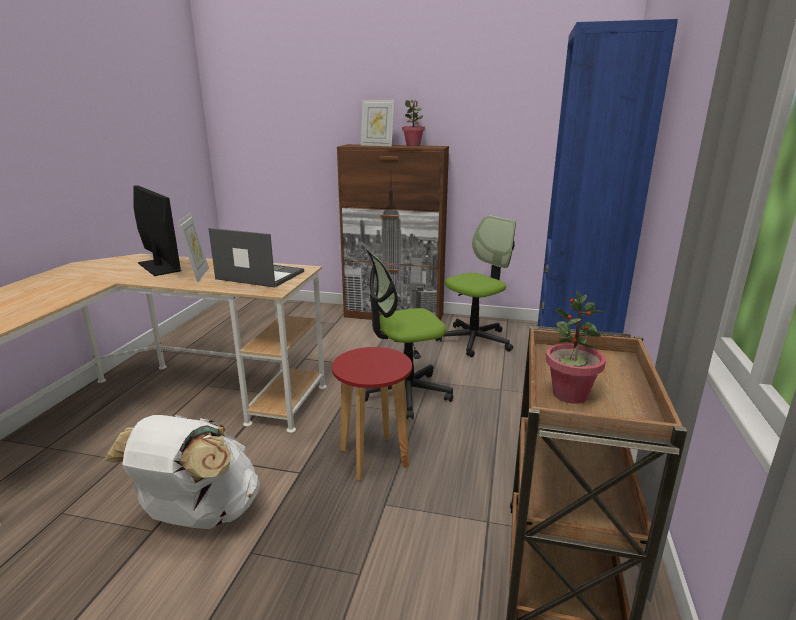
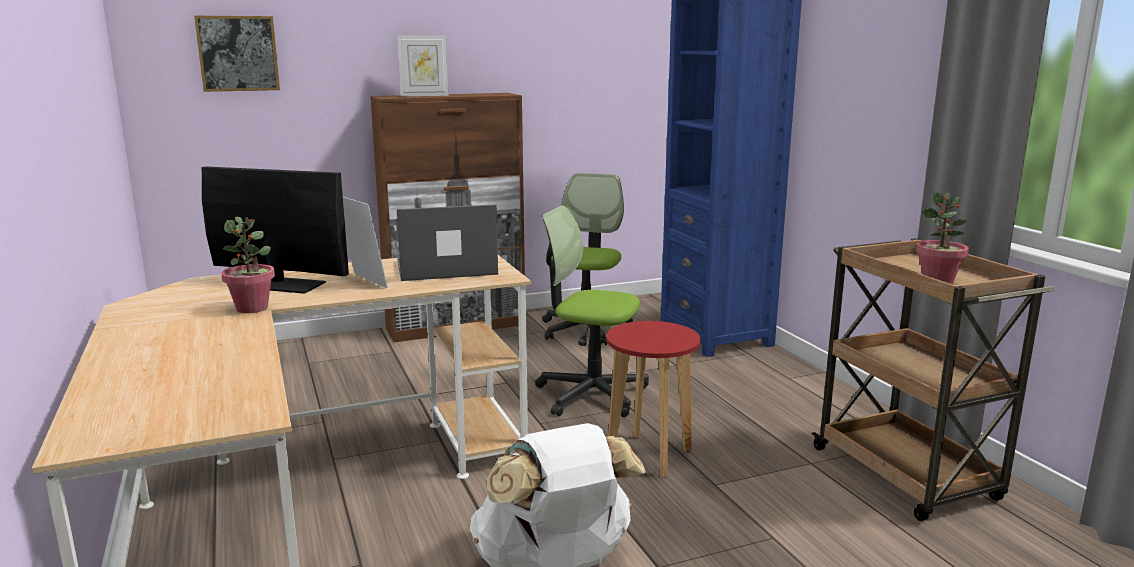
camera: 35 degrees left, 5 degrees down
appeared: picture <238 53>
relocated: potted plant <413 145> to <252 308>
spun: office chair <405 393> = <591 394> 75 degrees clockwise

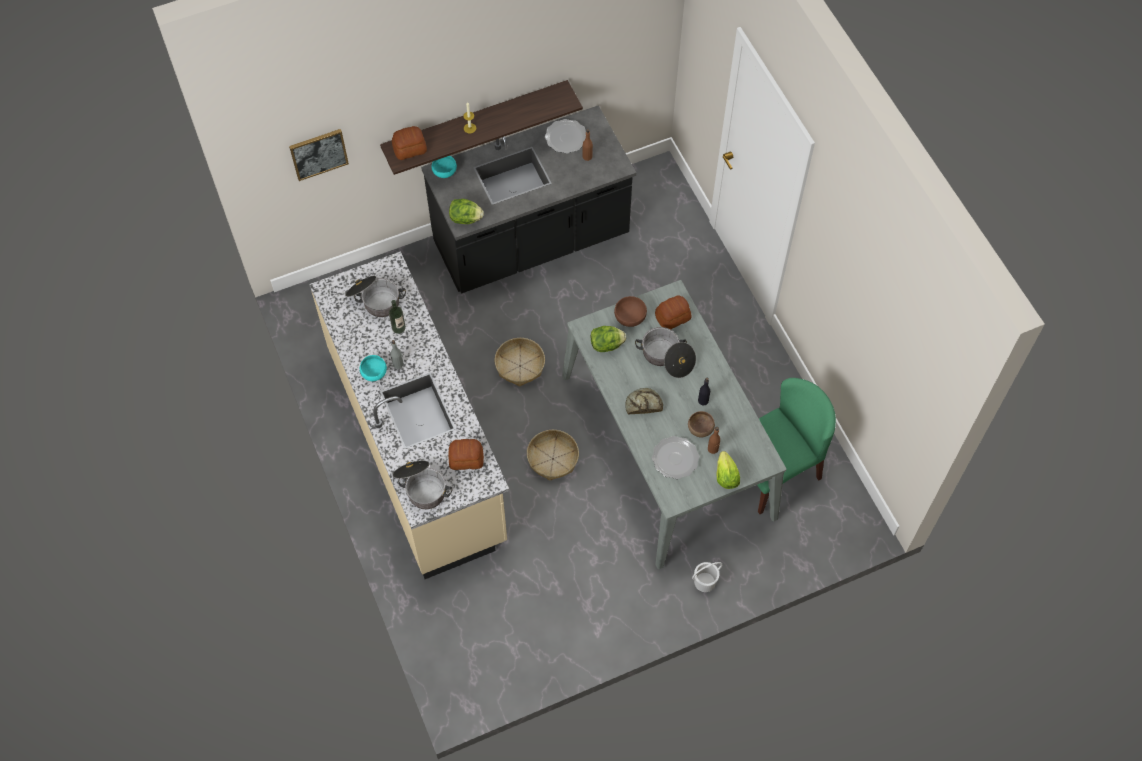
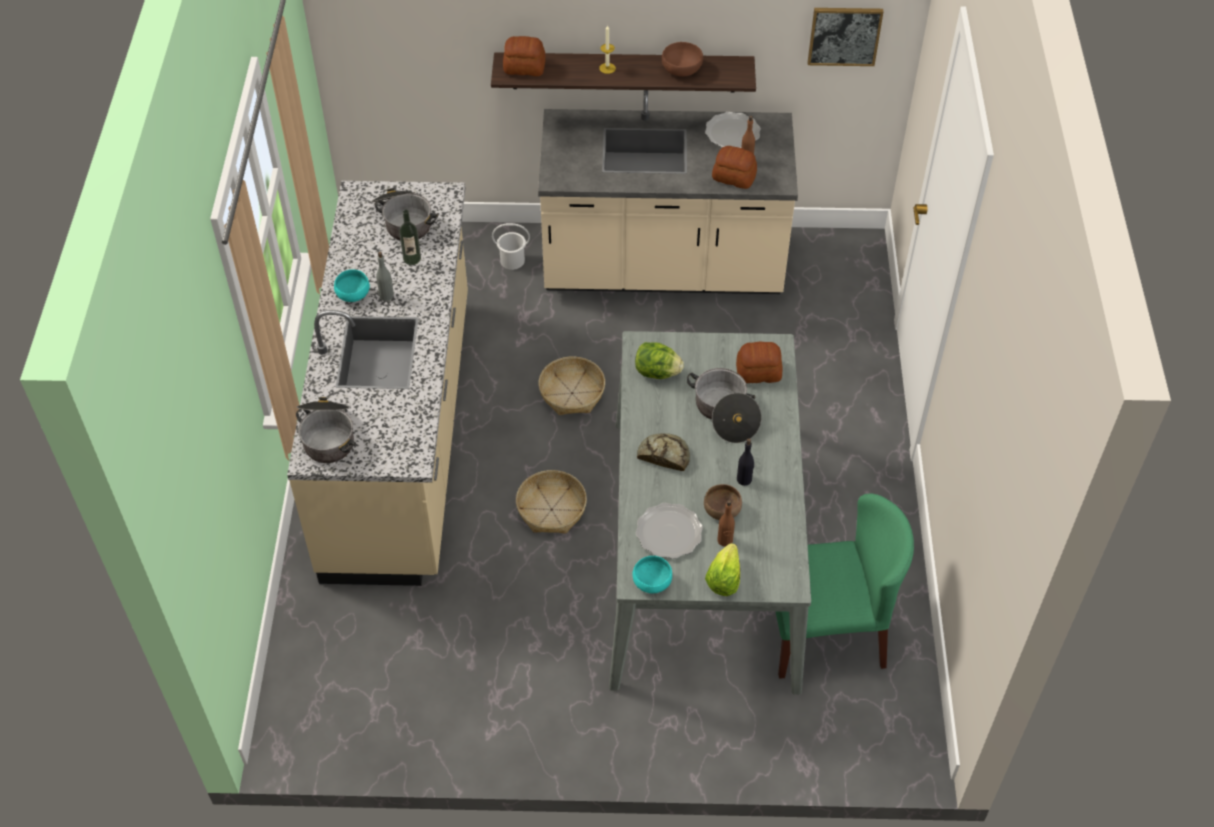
camera: 25 degrees right, 10 degrees down
missing: lettuce <465 218>
relocated: picture <318 153> to <844 35>; turquoise bowl <444 172> to <651 583>; bread <466 458> to <733 176>; brown bowl <630 316> to <682 69>; white bucket <705 582> to <512 261>
colour: black counter <531 241> to beige counter <663 267>

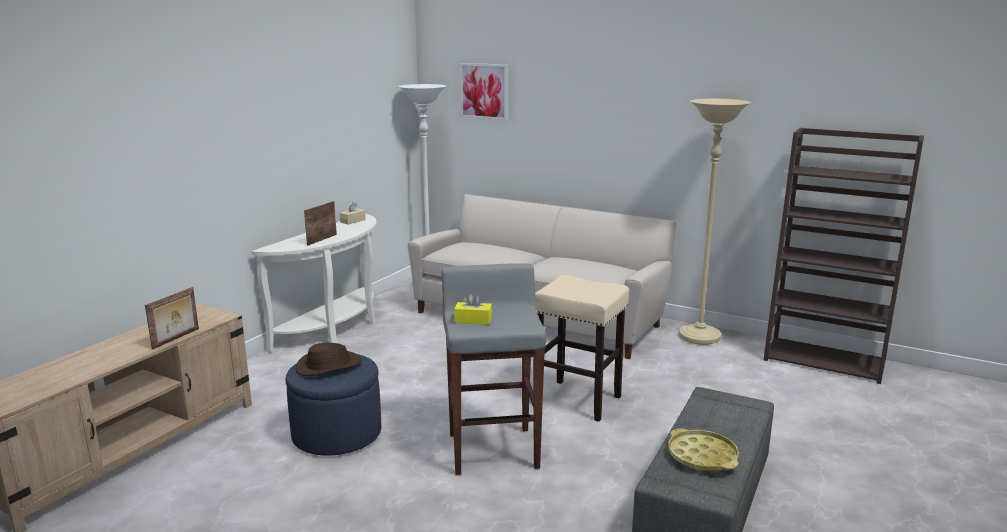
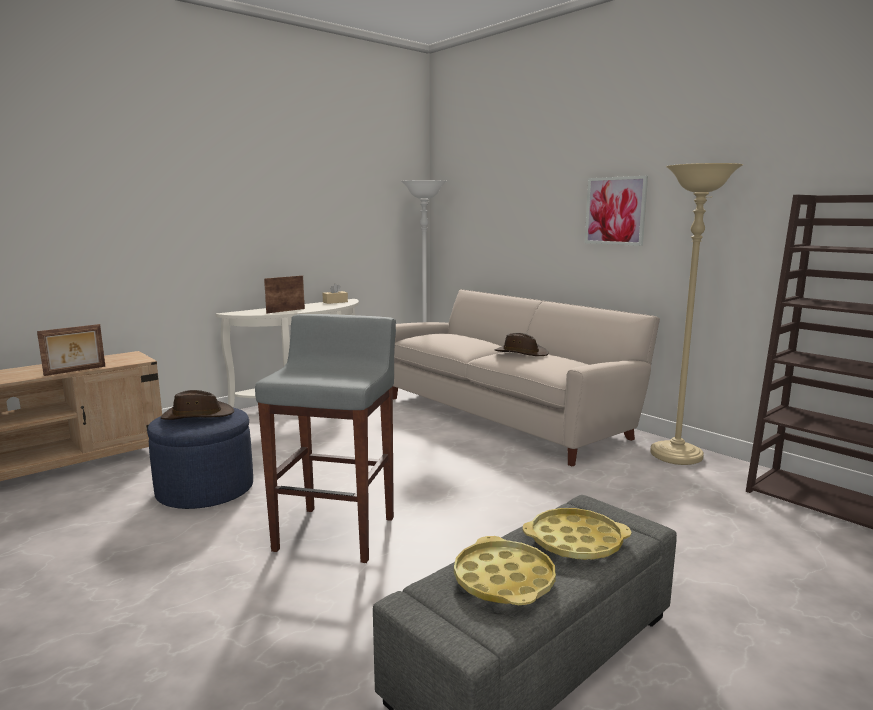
camera: 20 degrees right, 5 degrees down
missing: yellow tissue box <473 320>; beige stool <578 400>
appeared: brown hat <521 353>; yellow tray <575 541>
relocated: picture <484 91> to <615 211>

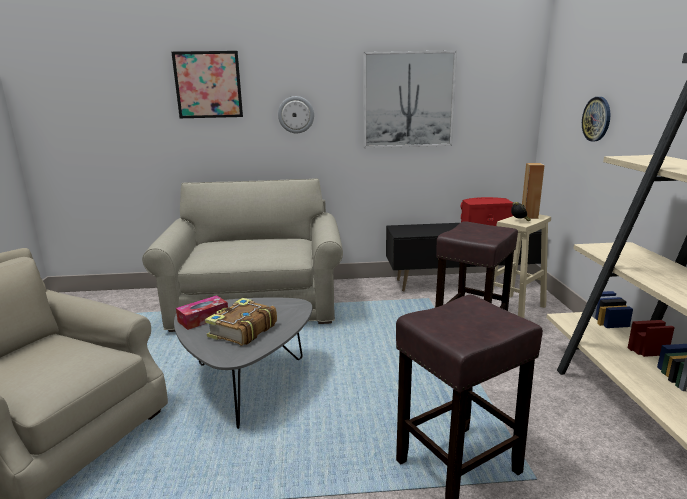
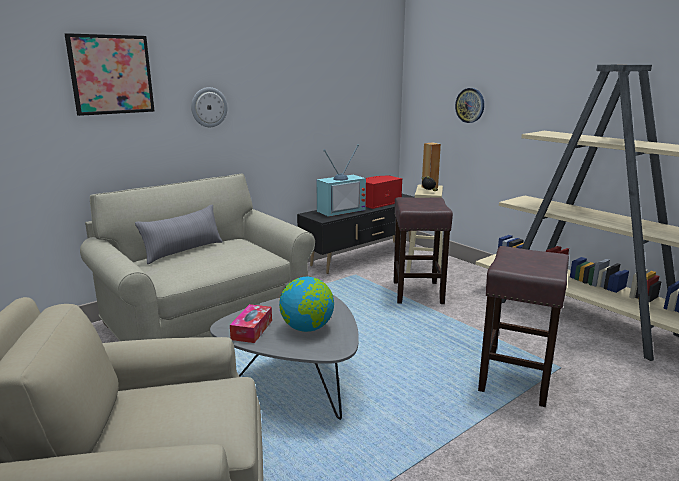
camera: 35 degrees left, 0 degrees up
missing: picture <408 100>
appeared: grey pillow <183 251>; television <340 210>
exchanged: book <242 330> to globe <307 328>

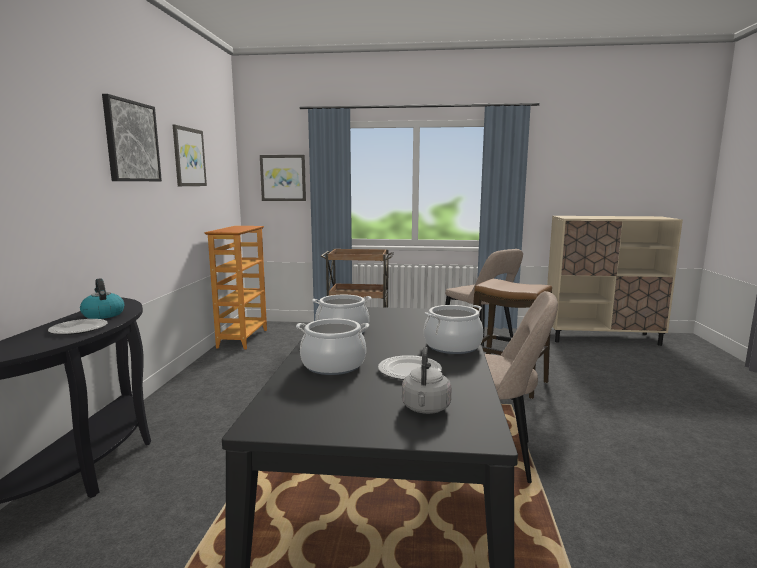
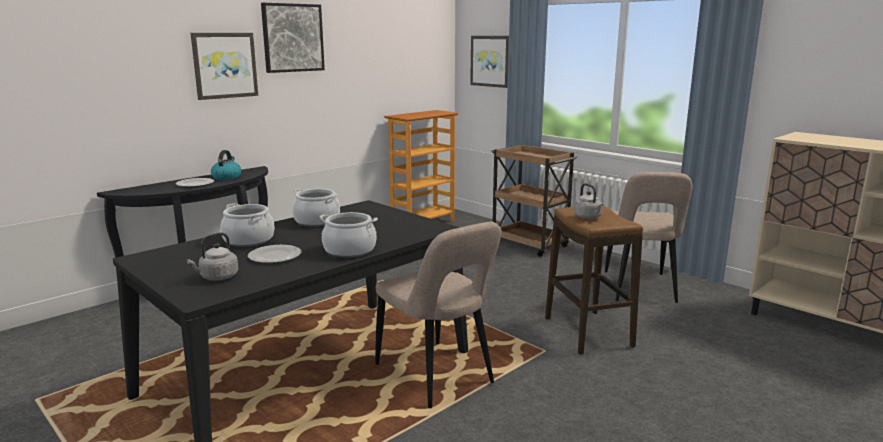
camera: 40 degrees right, 5 degrees up
appeared: grey kettle <588 217>
relocated: picture <188 157> to <225 65>

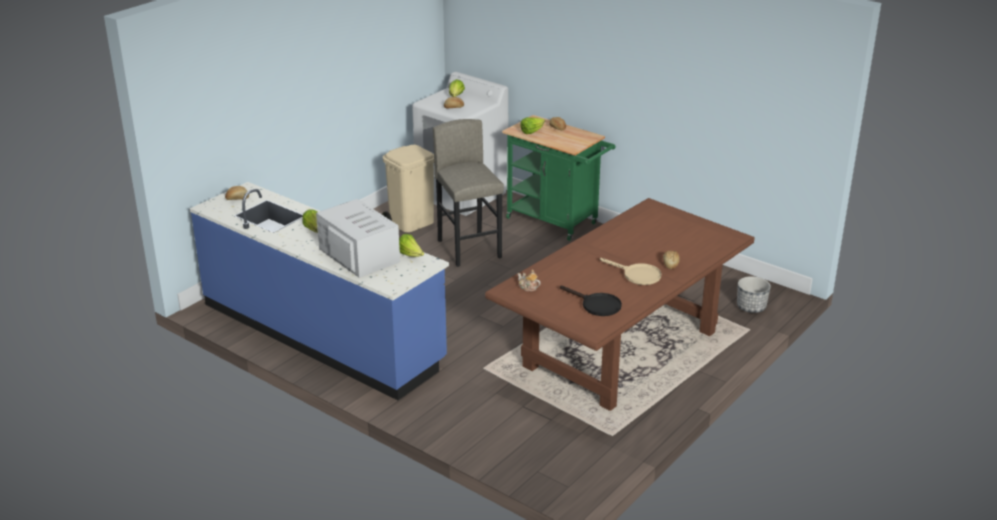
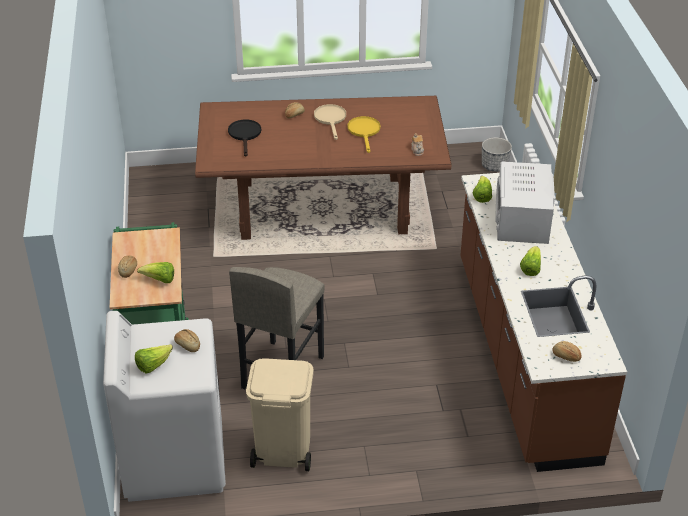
camera: 135 degrees left, 10 degrees up
appeared: yellow frying pan <364 132>
relocated: black frying pan <596 305> to <245 135>; planter <751 307> to <495 166>
colour: blue counter <322 333> to brown counter <523 357>

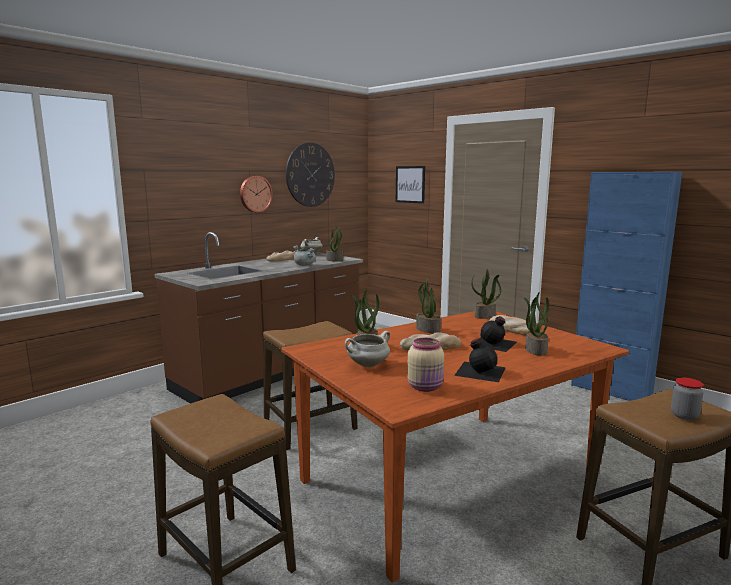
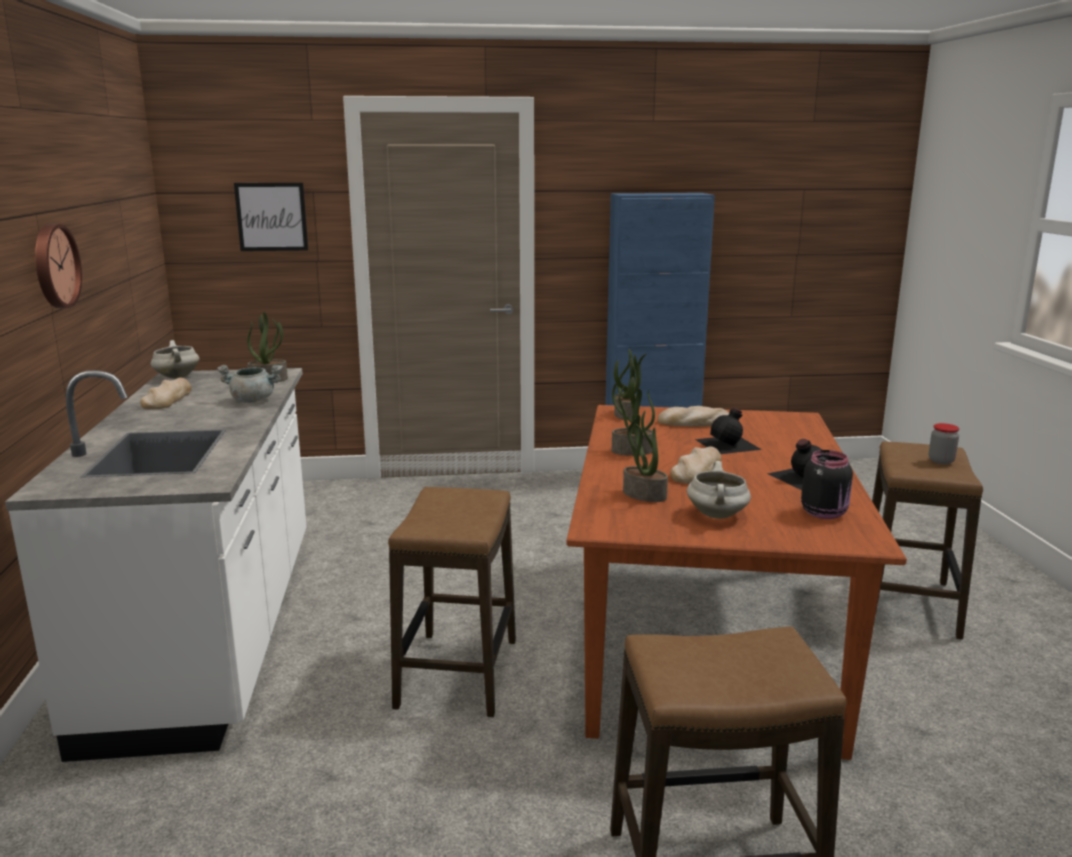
camera: 50 degrees left, 5 degrees up
missing: wall clock <310 175>; potted plant <535 350>
colour: brown counter <271 373> to white counter <214 632>; beige jar <426 387> to black jar <824 513>

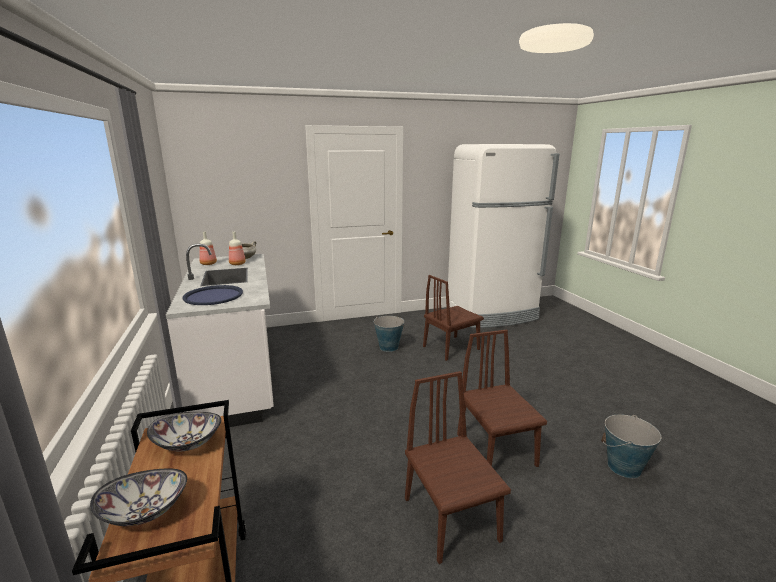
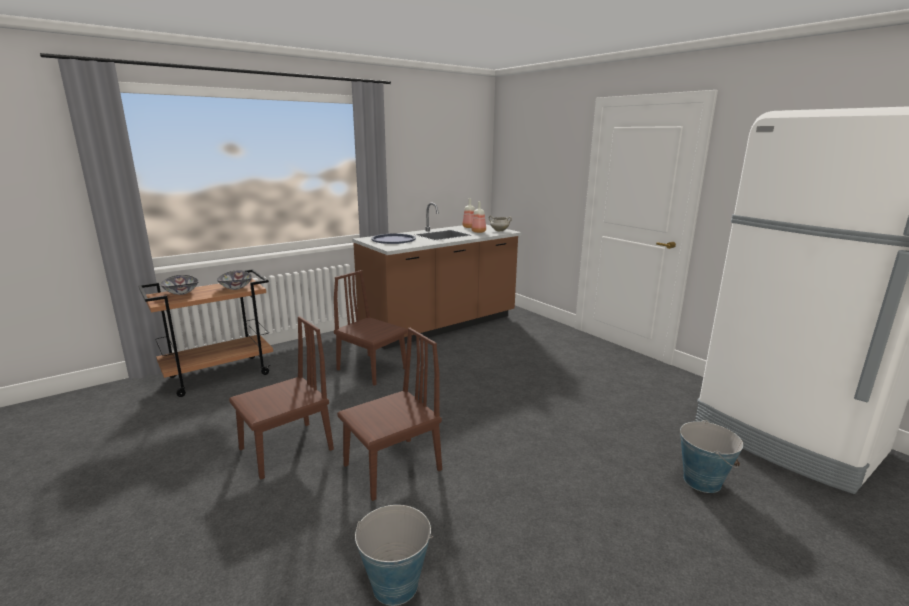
camera: 70 degrees right, 0 degrees up
relocated: bucket <388 347> to <702 481>; brown chair <451 348> to <372 369>
colour: white counter <237 376> to brown counter <440 325>

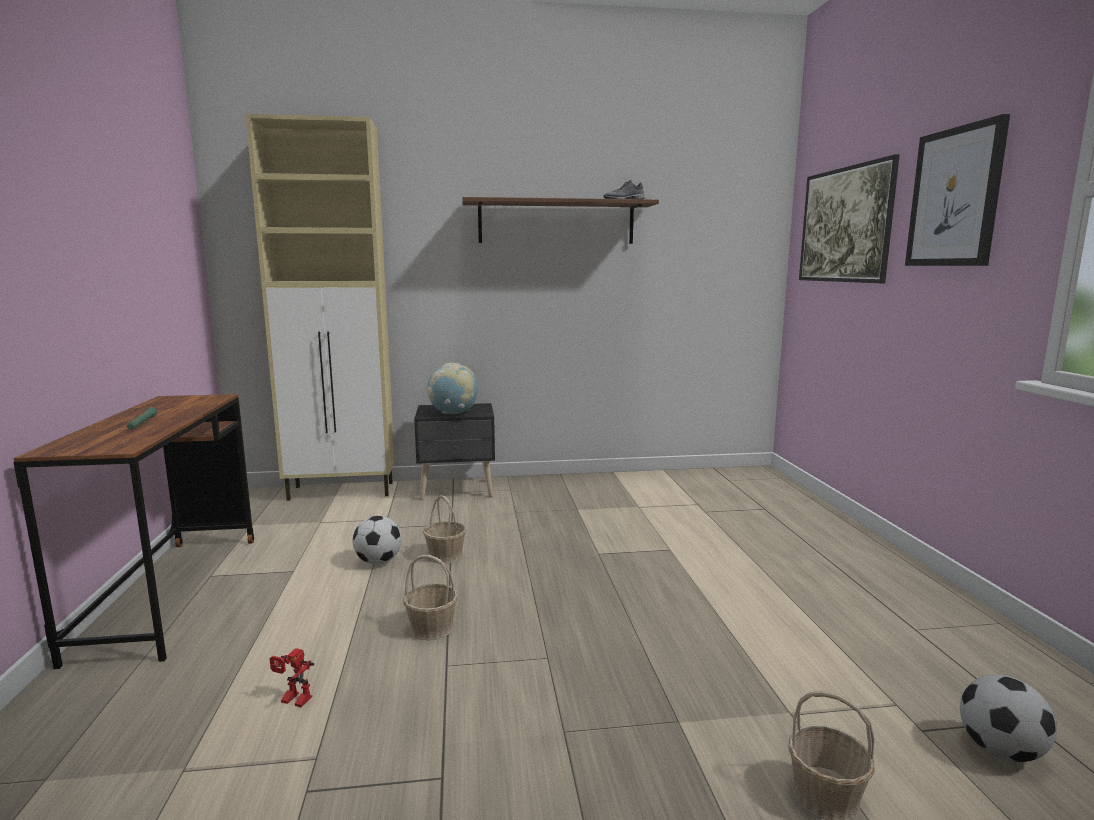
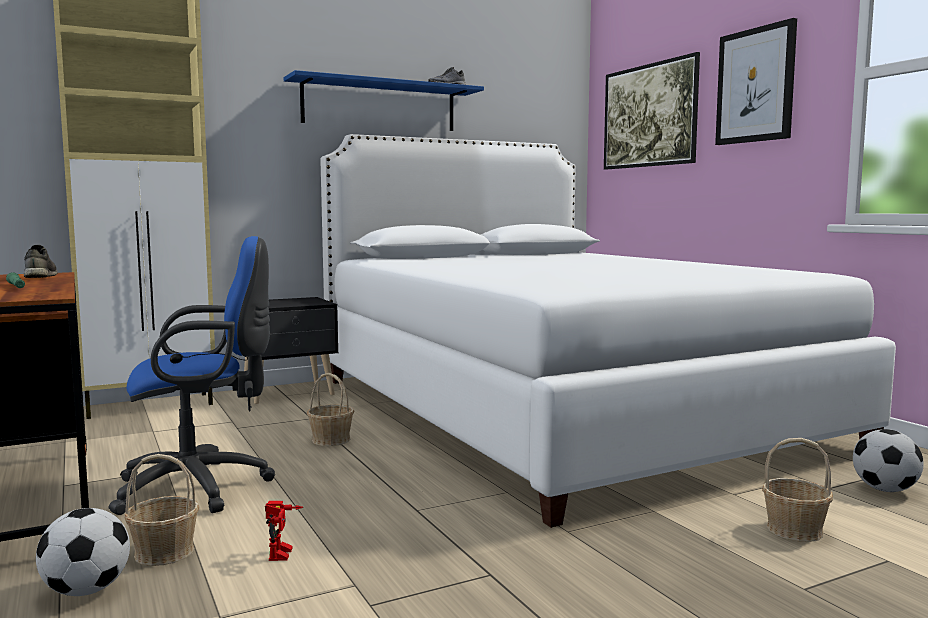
camera: 20 degrees left, 5 degrees down
missing: globe <453 413>
appeared: grey shoe <39 277>; blue office chair <201 487>; white bed <558 411>
relocated: football <378 561> to <86 590>; basket <431 627> to <164 552>
colour: brown shelf <556 222> to blue shelf <380 106>
spun: toy robot <292 701> = <284 555> 90 degrees counterclockwise

